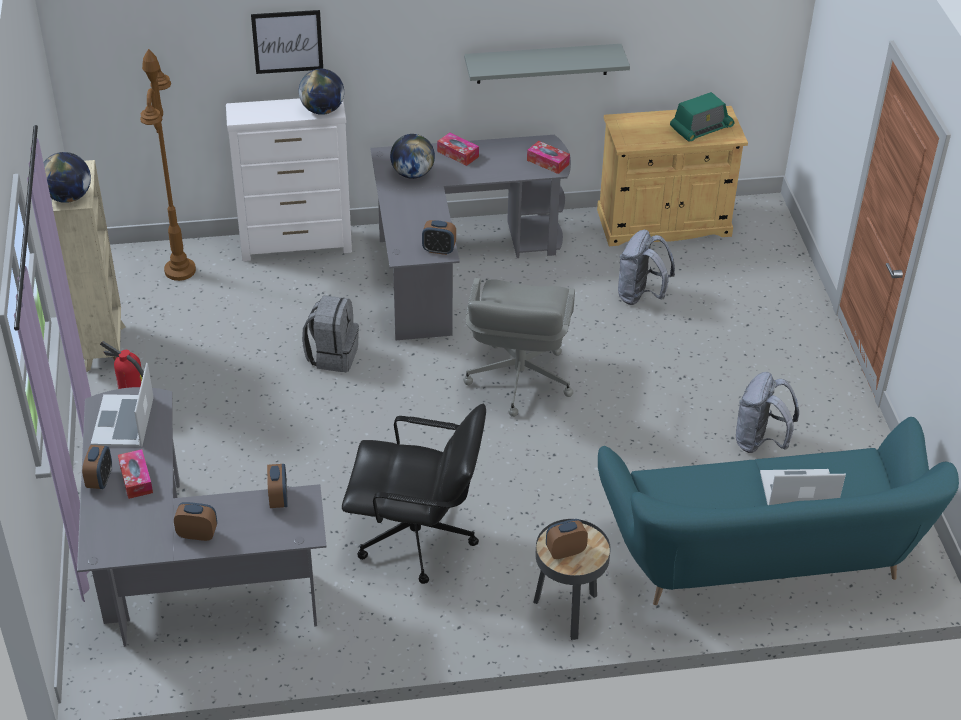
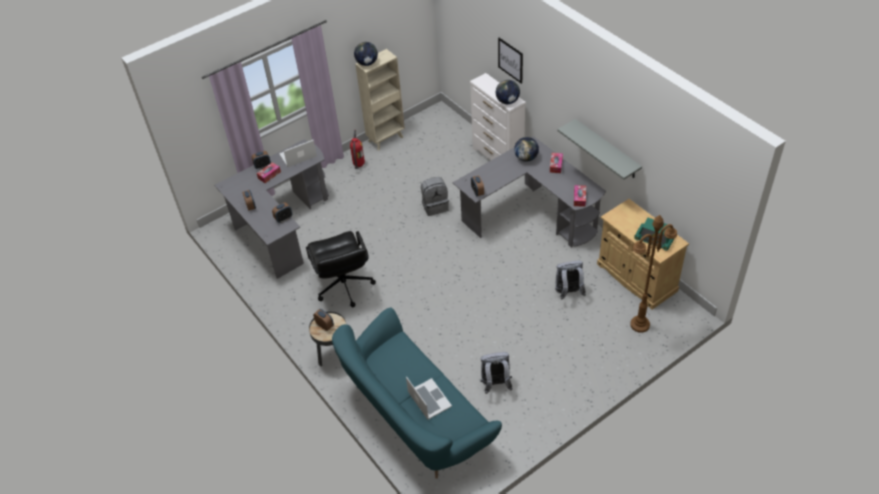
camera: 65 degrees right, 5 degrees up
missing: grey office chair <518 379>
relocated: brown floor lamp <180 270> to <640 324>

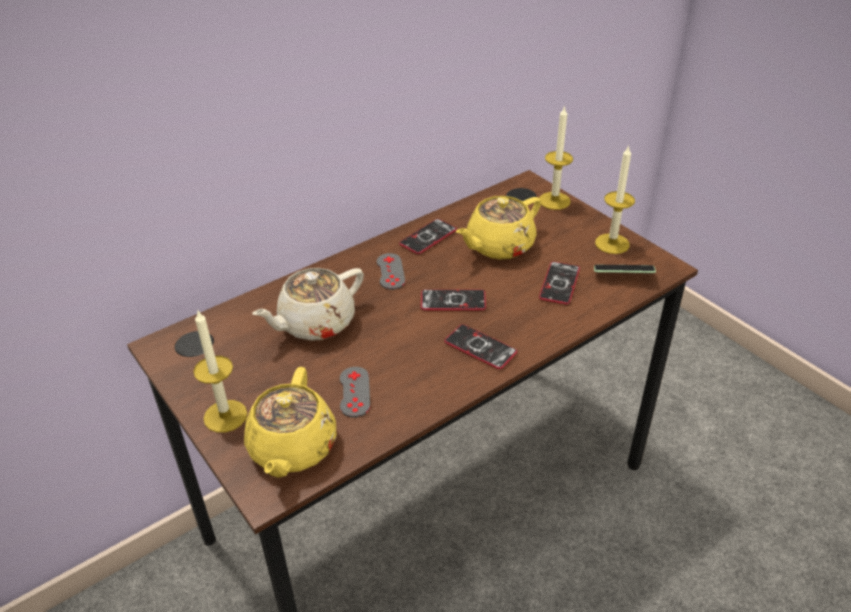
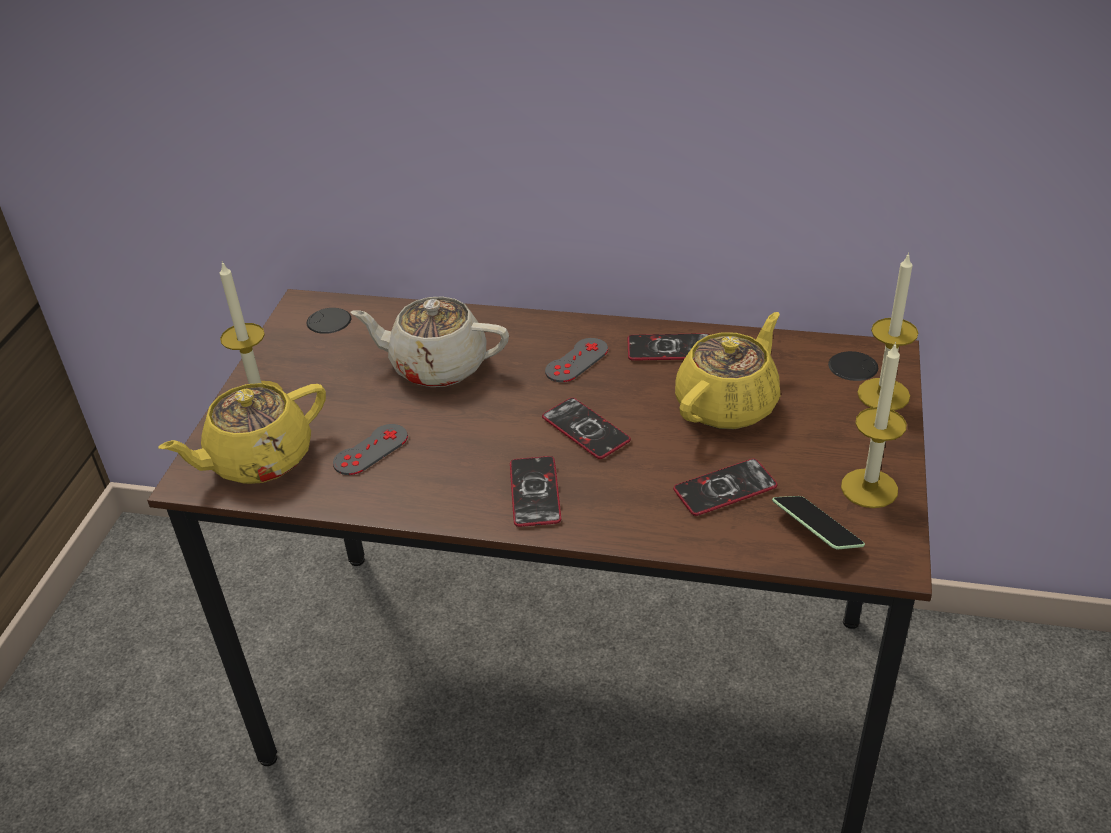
camera: 50 degrees right, 0 degrees up
spun: yellow teapot <498 246> = <728 404> 120 degrees clockwise

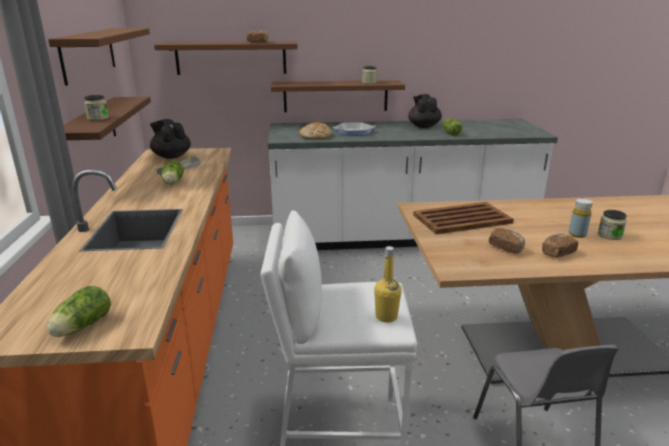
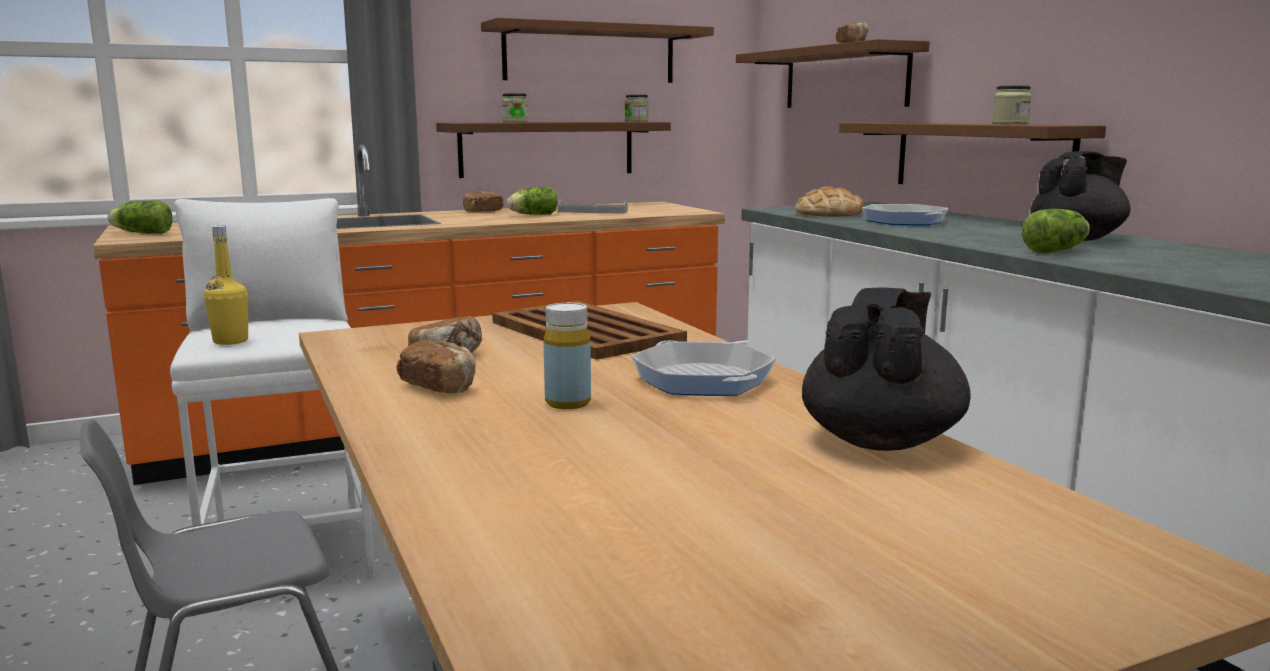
camera: 70 degrees right, 10 degrees down
appeared: bread <483 212>; frying pan <702 379>
relocated: black teapot <171 156> to <881 440>; jar <609 235> to <636 121>

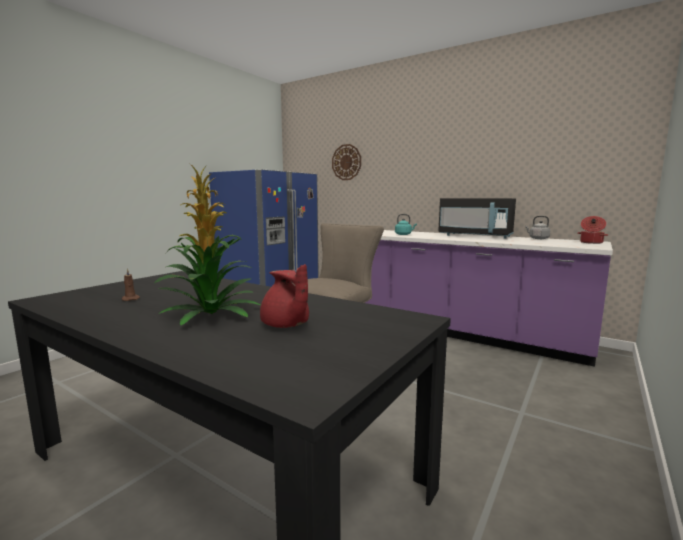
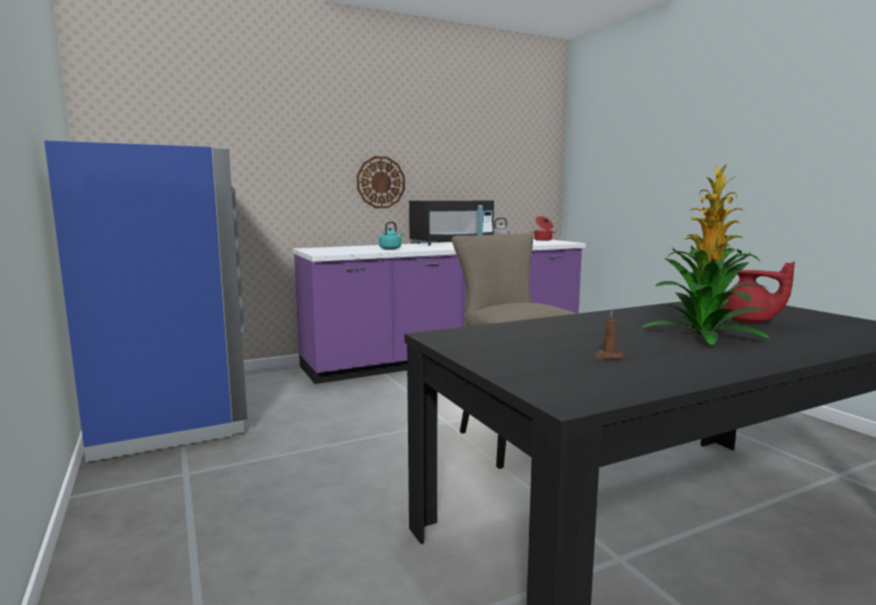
camera: 60 degrees left, 0 degrees up
relocated: wall clock <346 162> to <380 182>
spun: red teapot <286 325> = <749 321> 45 degrees clockwise

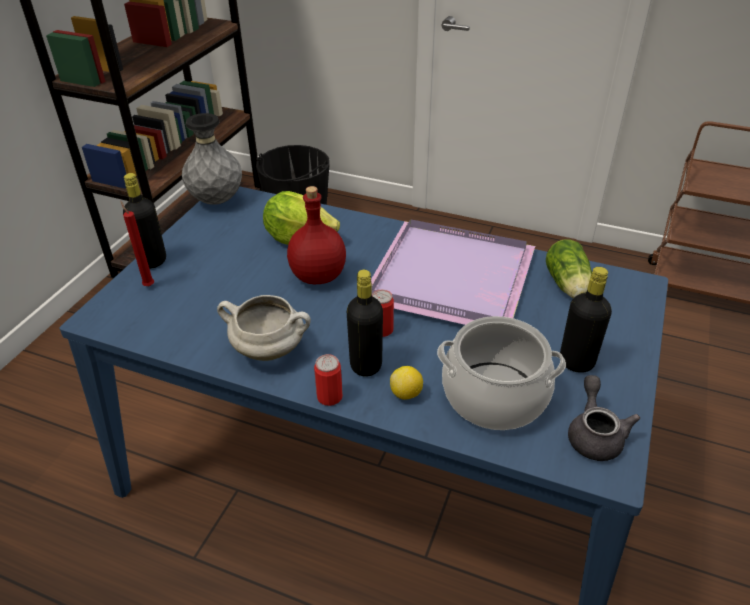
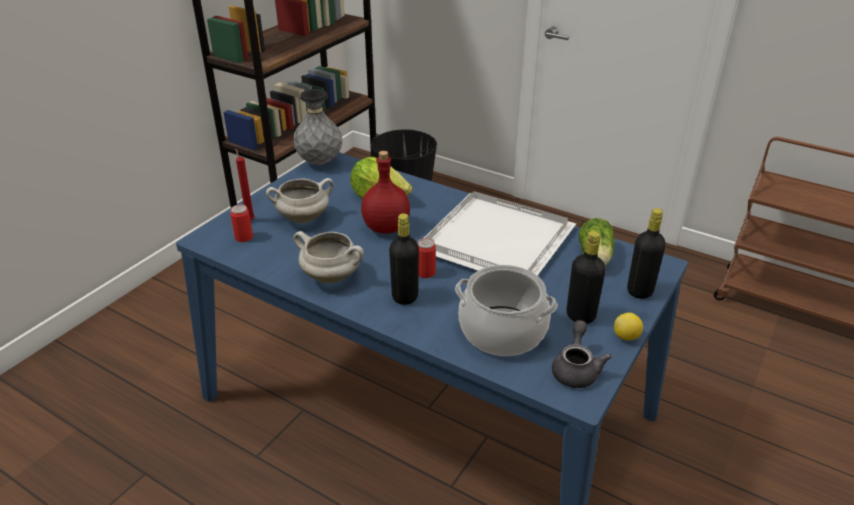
camera: 10 degrees right, 5 degrees down
appeared: white cooking pot <303 218>
relocated: black bottle <153 261> to <639 291>; can <329 397> to <244 237>; lemon <406 393> to <626 337>
colour: purple tray <452 279> to white tray <497 242>

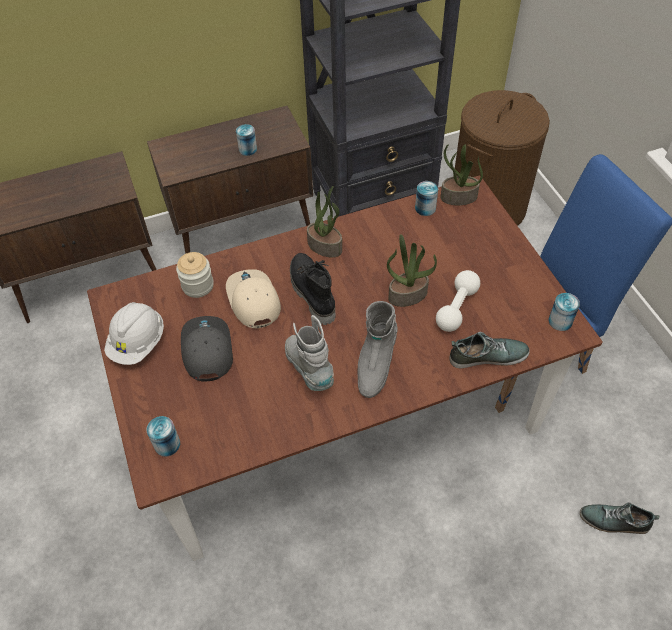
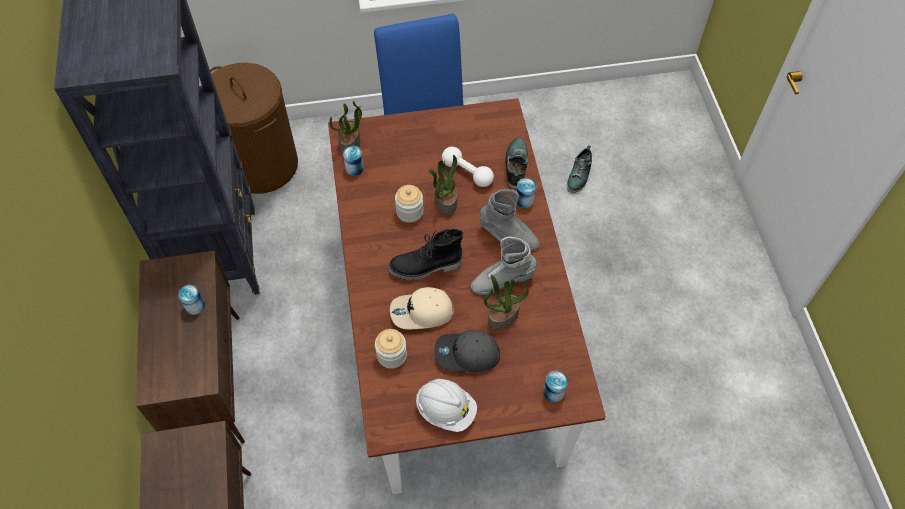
camera: 80 degrees left, 5 degrees up
appeared: jar <409 212>
relocated: potted plant <325 246> to <503 316>; can <560 321> to <524 200>

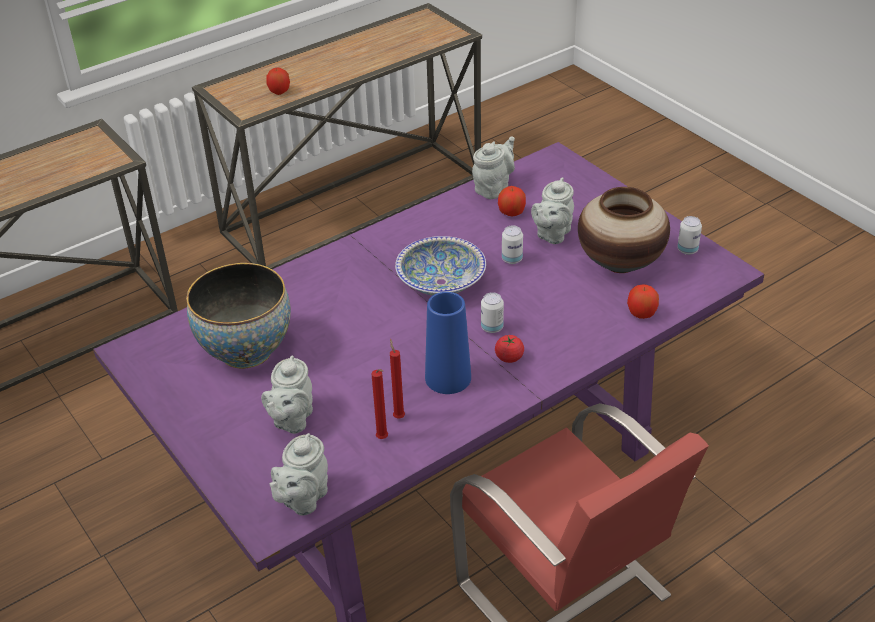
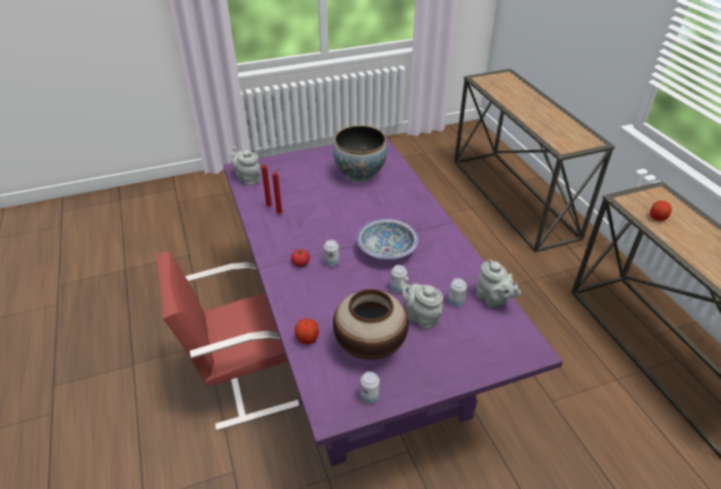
camera: 105 degrees right, 0 degrees up
missing: grey teapot <291 420>; blue vase <448 378>
exchanged: apple <511 213> to can <456 302>

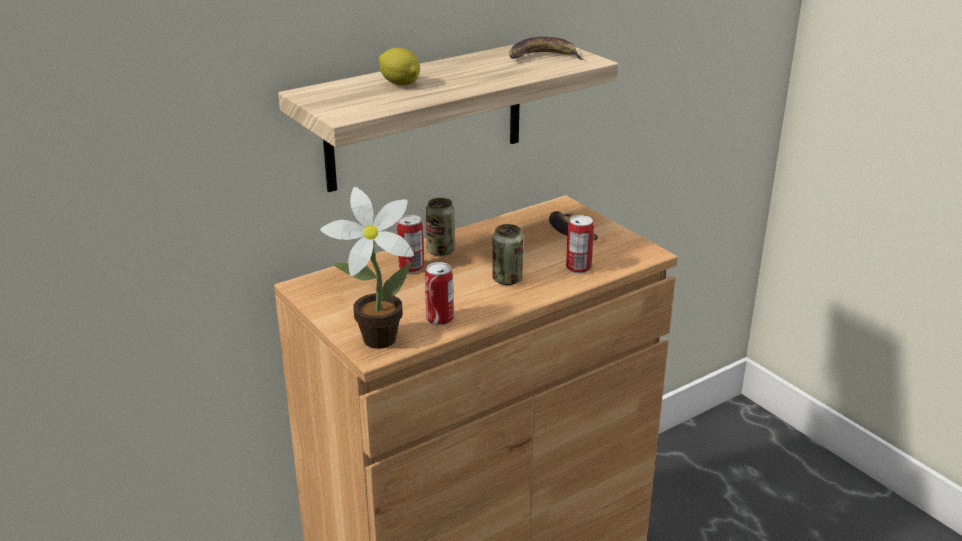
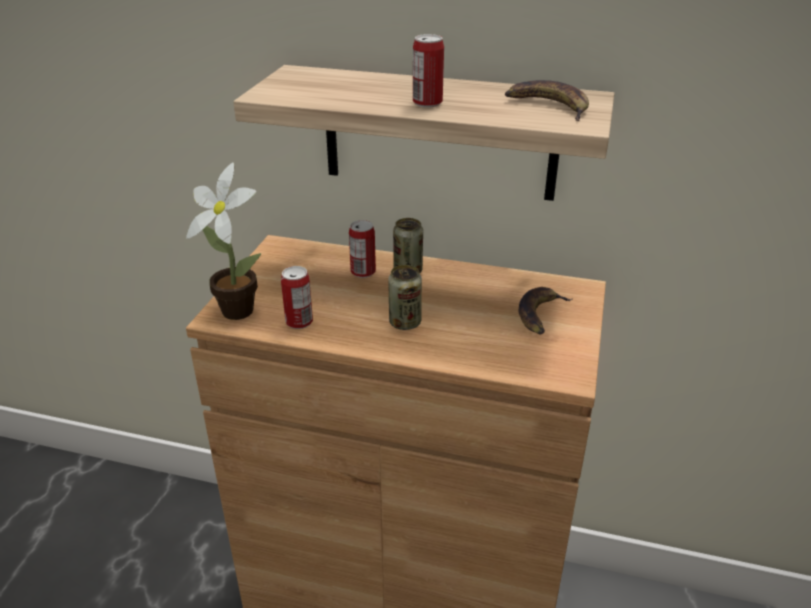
camera: 50 degrees right, 5 degrees up
missing: lemon <400 84>
relocated: can <578 268> to <427 103>

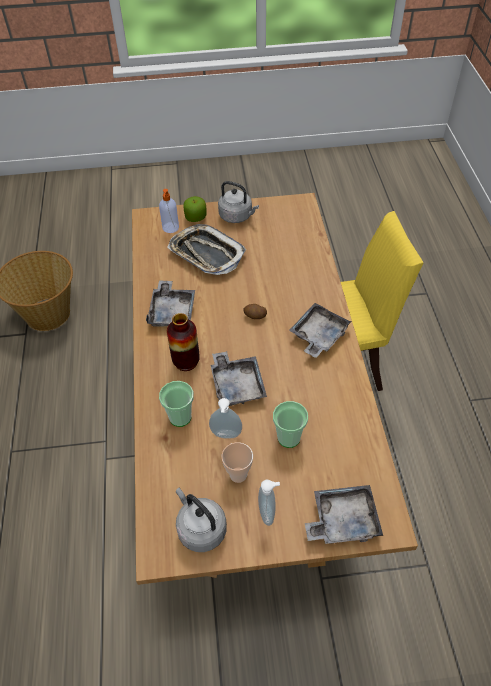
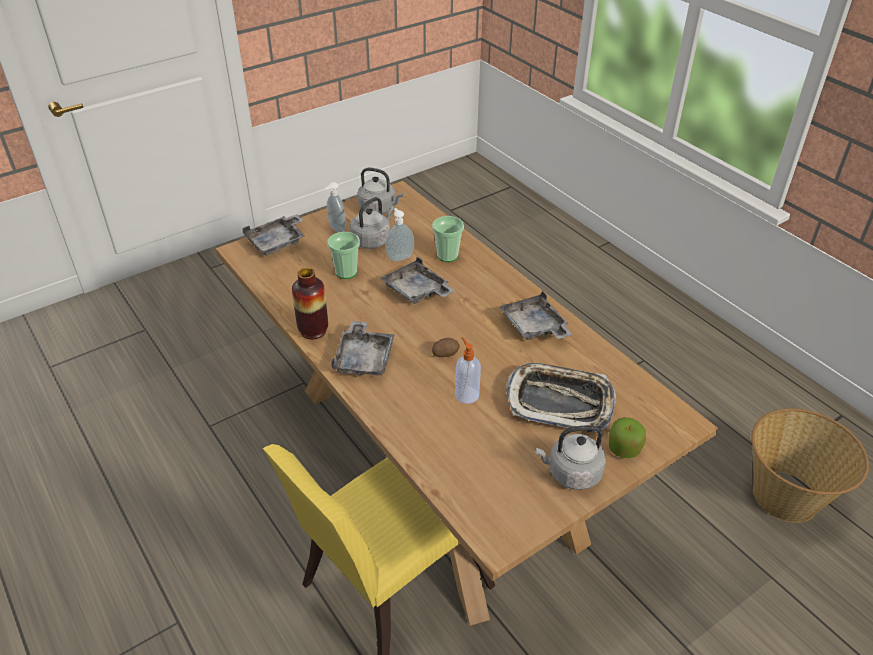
camera: 150 degrees right, 10 degrees down
relocated: soap dispenser <170 228> to <466 394>; vase <186 362> to <313 331>
exchanged: cup <238 475> to grey kettle <372 240>

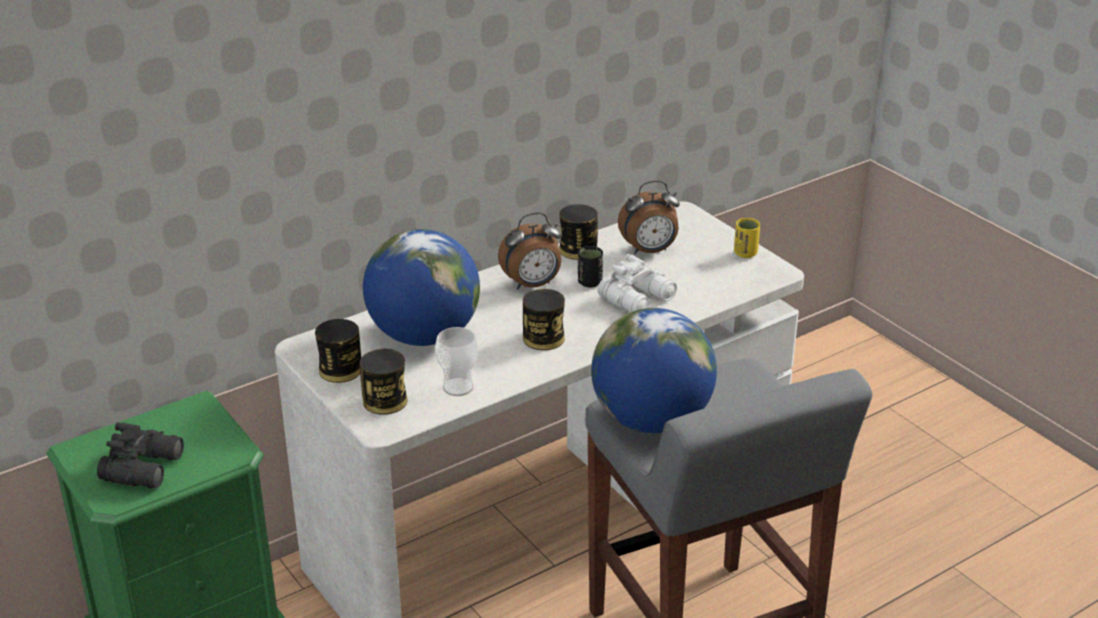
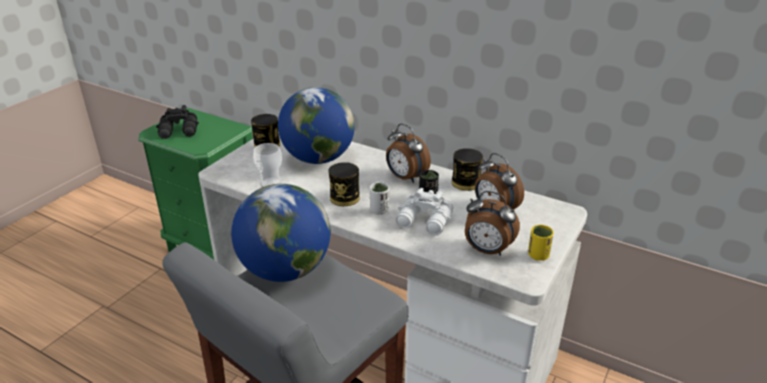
camera: 65 degrees right, 0 degrees up
missing: can <385 401>
appeared: white cup <379 210>; alarm clock <487 250>

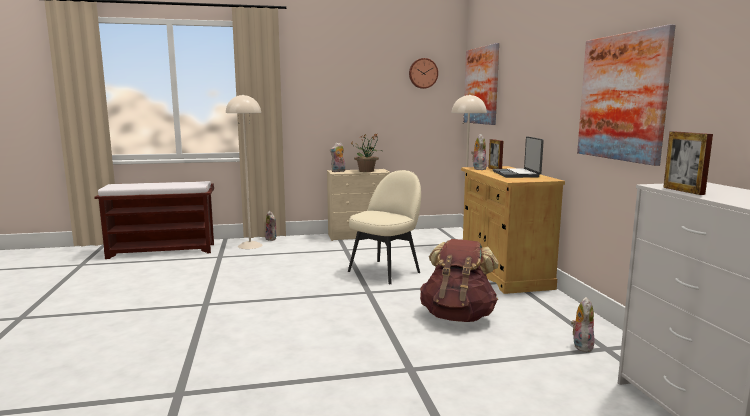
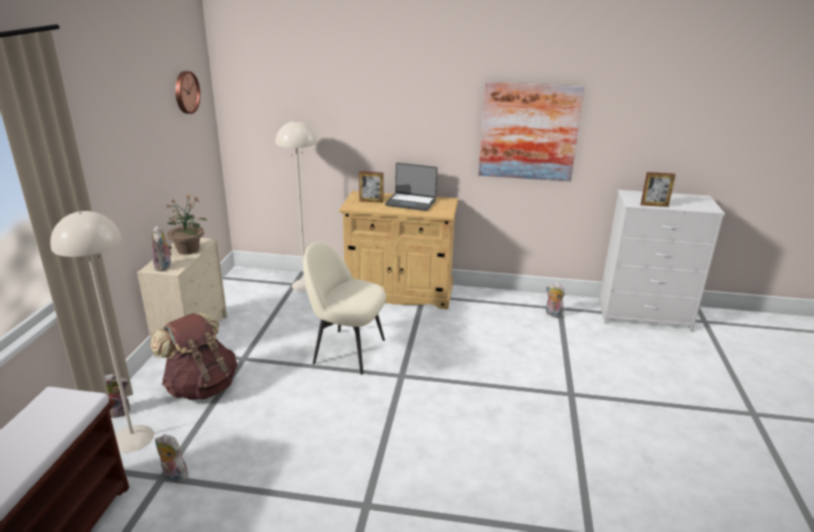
camera: 70 degrees left, 15 degrees up
missing: picture <481 85>
relocated: brown backpack <458 316> to <201 387>; plush toy <478 169> to <173 476>
spun: beige chair <385 271> = <347 351> 45 degrees counterclockwise

